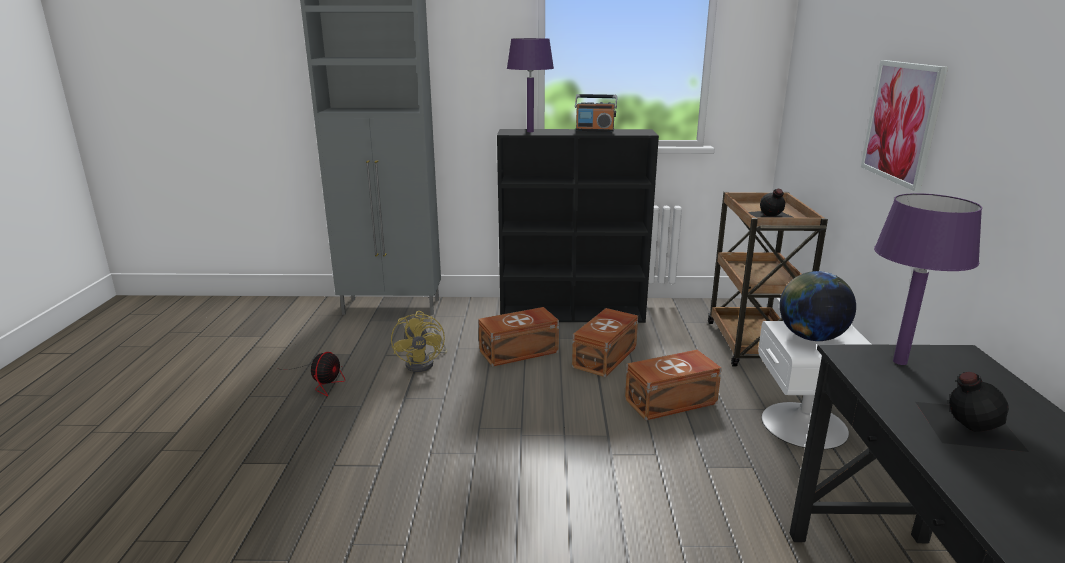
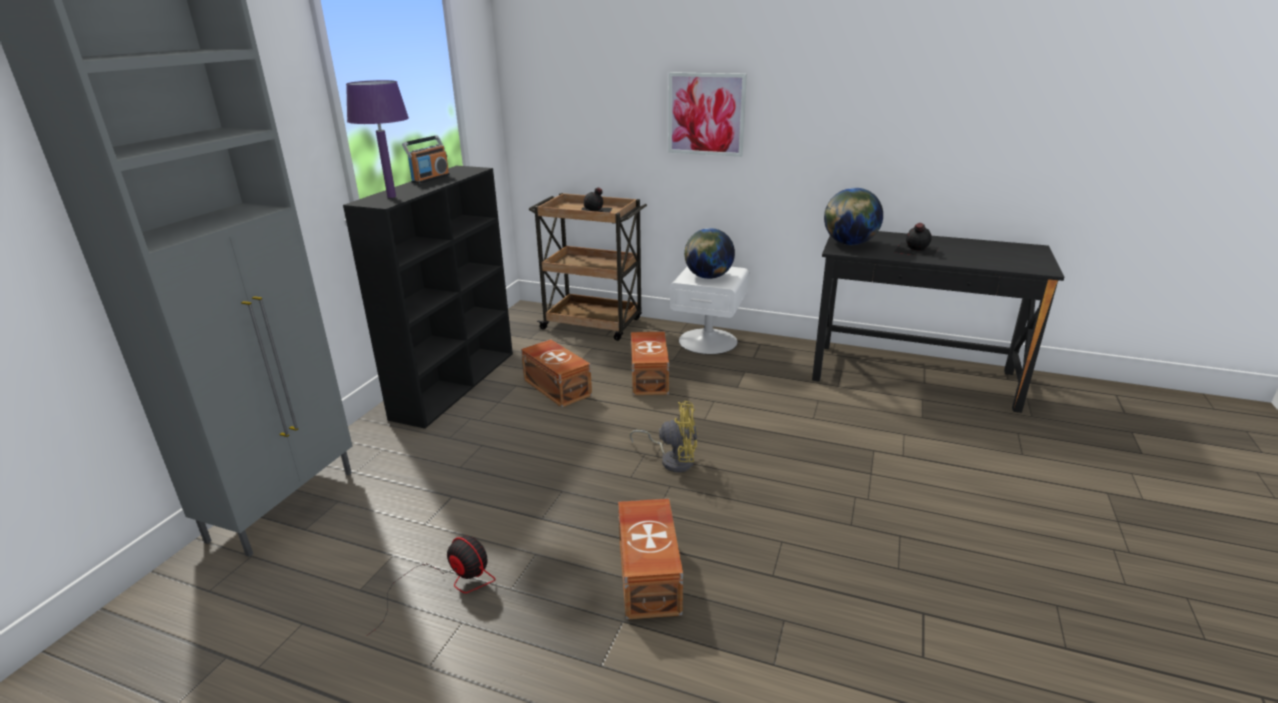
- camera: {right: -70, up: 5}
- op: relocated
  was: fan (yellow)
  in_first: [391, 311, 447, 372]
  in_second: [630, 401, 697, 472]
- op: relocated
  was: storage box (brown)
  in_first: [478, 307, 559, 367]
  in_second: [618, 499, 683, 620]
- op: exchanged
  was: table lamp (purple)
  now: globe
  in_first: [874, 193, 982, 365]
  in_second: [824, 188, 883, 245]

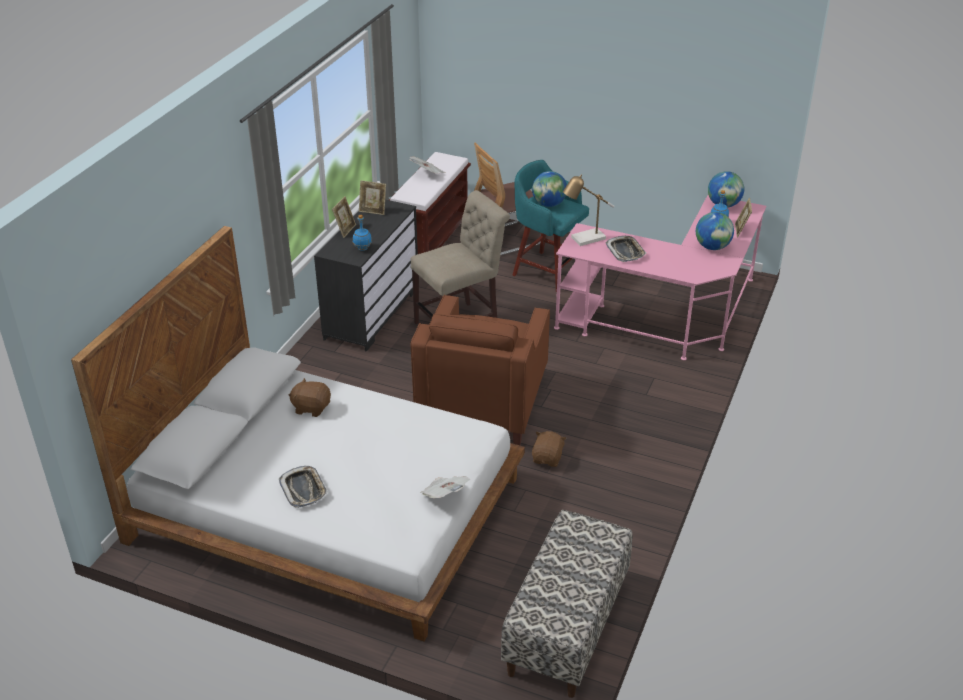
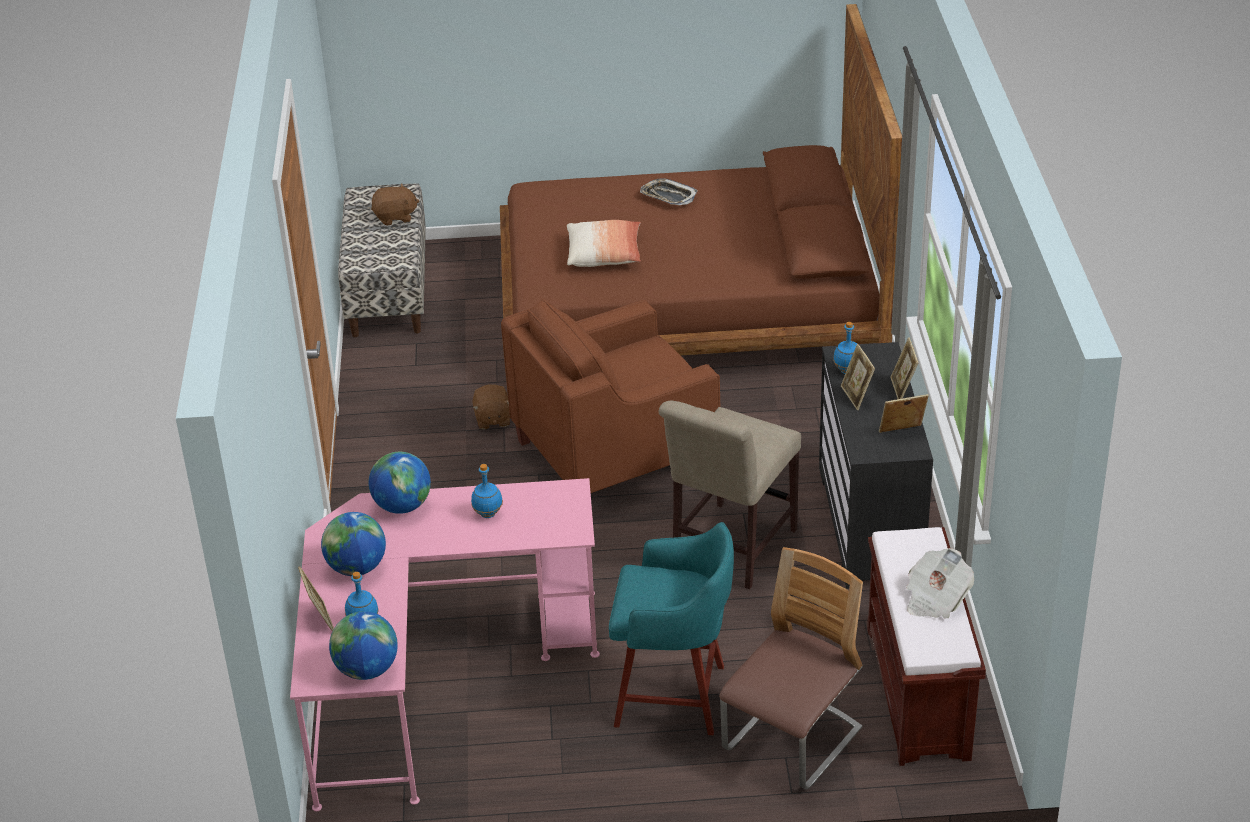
- camera: {right: 155, up: 0}
- op: colour
  was: bed (white)
  now: bed (brown)
  in_first: [71, 226, 525, 642]
  in_second: [500, 4, 902, 355]
- op: relocated
  was: plush toy (brown)
  in_first: [289, 378, 331, 417]
  in_second: [371, 183, 419, 226]
- op: spun
  was: armchair (brown)
  in_first: [410, 295, 550, 445]
  in_second: [501, 299, 720, 493]
  clockwise: -105
- op: missing
  was: newspaper
  in_first: [420, 476, 470, 498]
- op: relocated
  was: globe
  in_first: [532, 171, 567, 207]
  in_second: [369, 452, 431, 514]
- op: missing
  was: table lamp
  in_first: [563, 175, 615, 246]
- op: exchanged
  was: tray
  now: bottle (blue)
  in_first: [605, 236, 646, 262]
  in_second: [471, 464, 503, 518]
- op: appeared
  now: pillow
  in_second: [567, 220, 641, 267]
- op: appeared
  now: picture frame
  in_second: [841, 344, 875, 410]

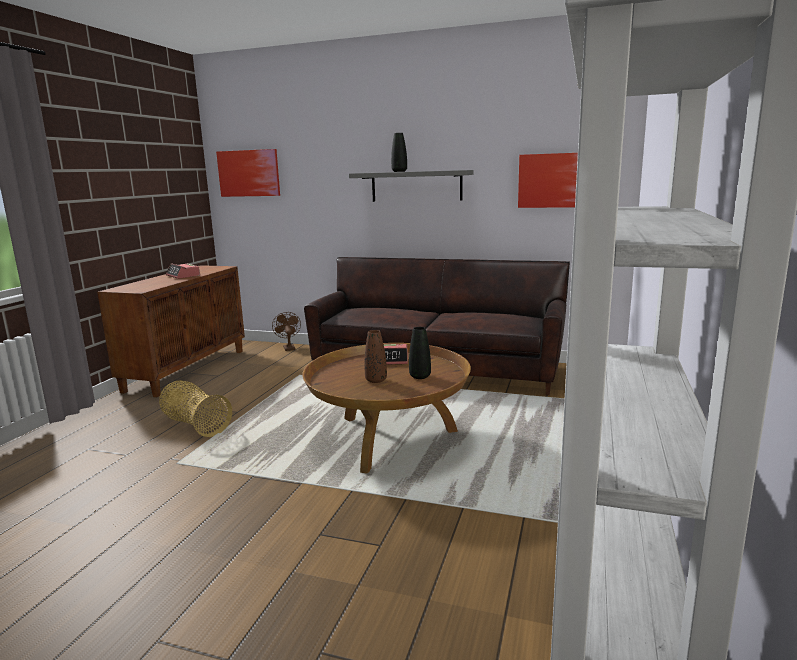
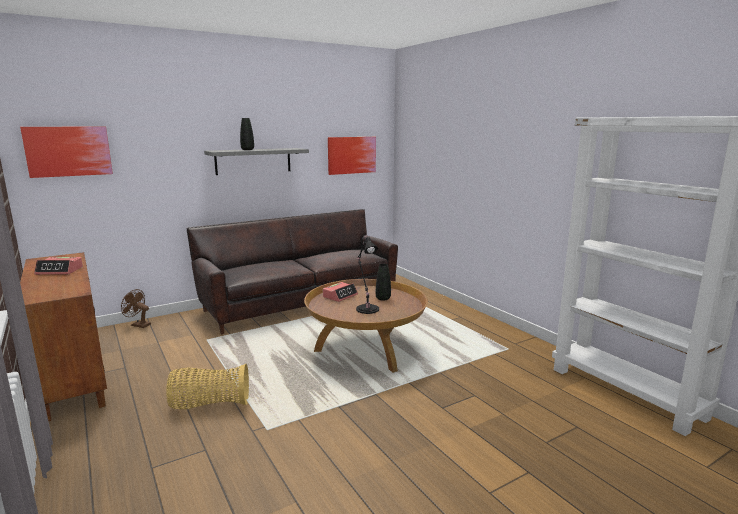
- camera: {right: -50, up: 0}
- op: exchanged
  was: vase (brown)
  now: table lamp (black)
  in_first: [364, 330, 387, 383]
  in_second: [356, 235, 379, 314]

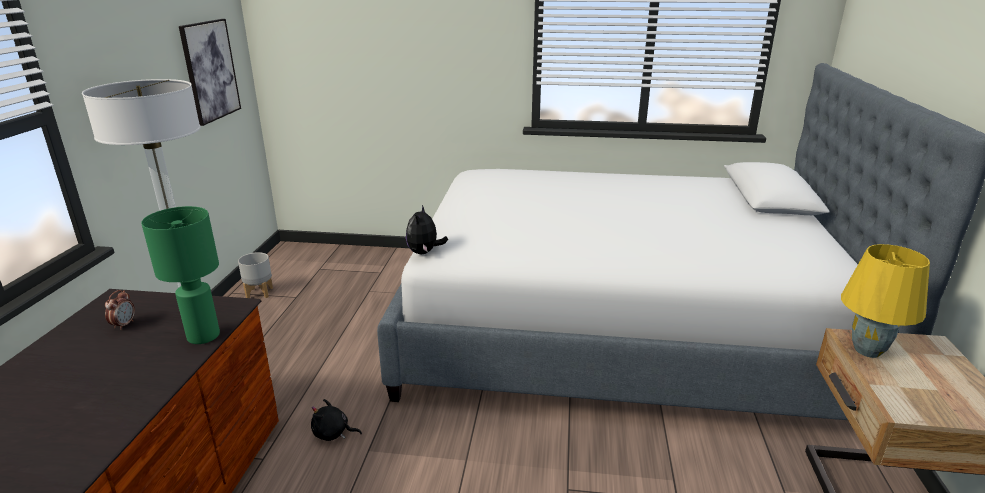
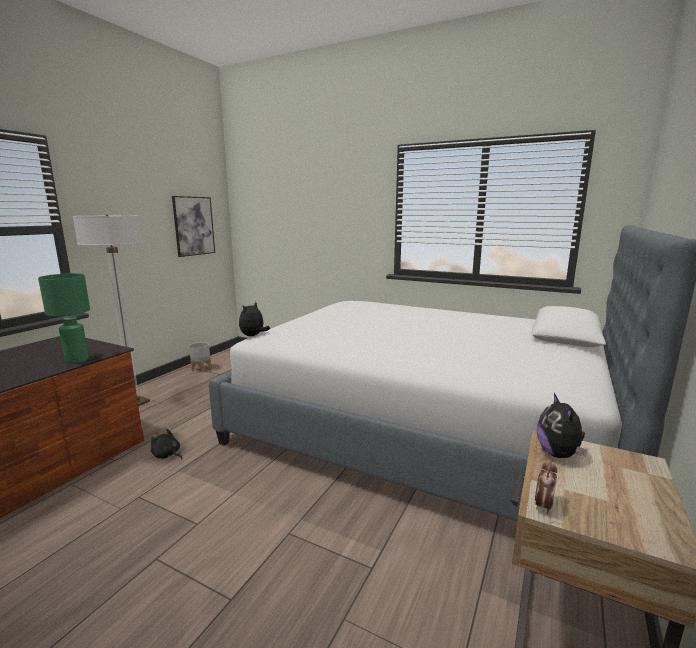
- camera: {right: 20, up: -10}
- op: relocated
  was: alarm clock
  in_first: [105, 290, 135, 330]
  in_second: [535, 460, 557, 514]
- op: exchanged
  was: table lamp (yellow)
  now: plush toy
  in_first: [841, 244, 930, 358]
  in_second: [537, 393, 588, 458]

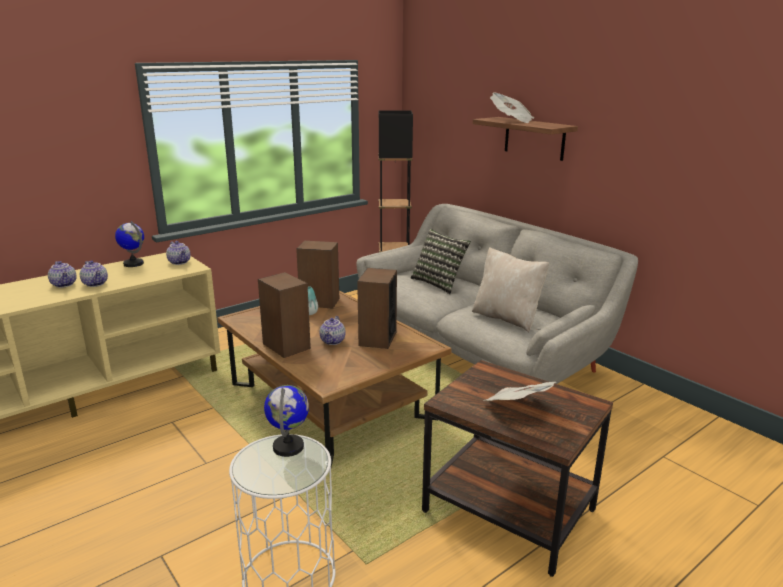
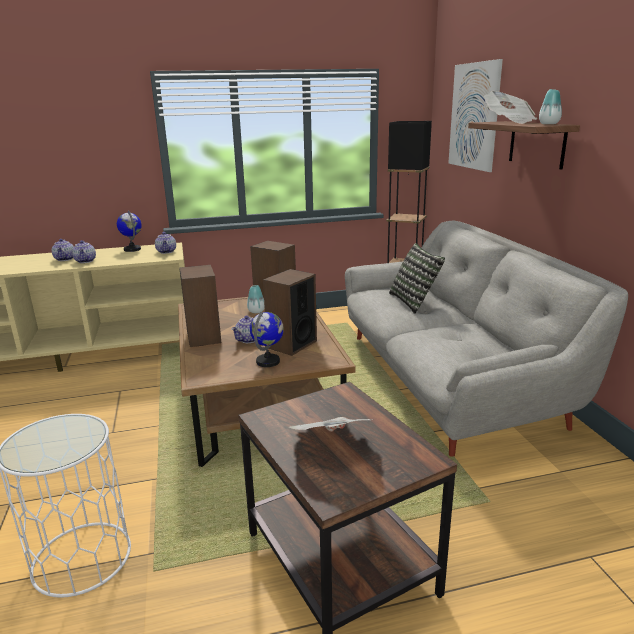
- camera: {right: 25, up: 0}
- op: relocated
  was: globe
  in_first: [264, 385, 309, 457]
  in_second: [250, 312, 284, 367]
- op: missing
  was: pillow (beige)
  in_first: [472, 247, 549, 332]
- op: appeared
  now: picture
  in_second: [448, 59, 503, 172]
- op: appeared
  now: vase
  in_second: [539, 89, 562, 124]

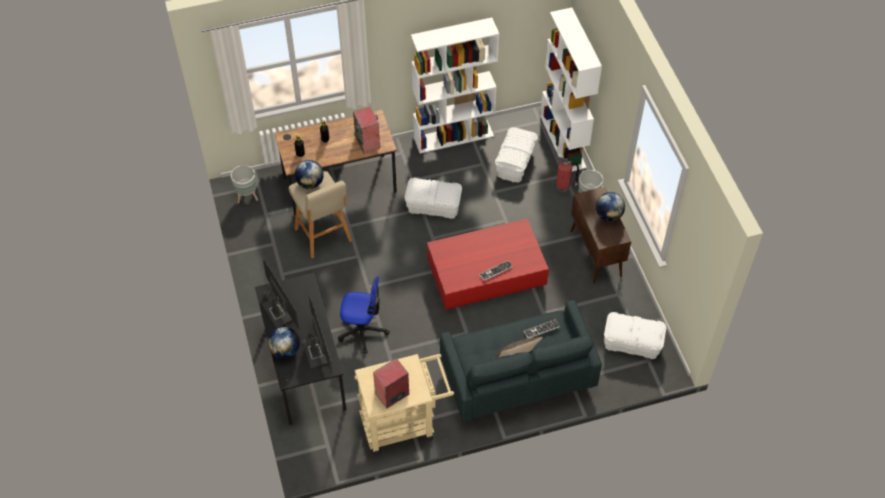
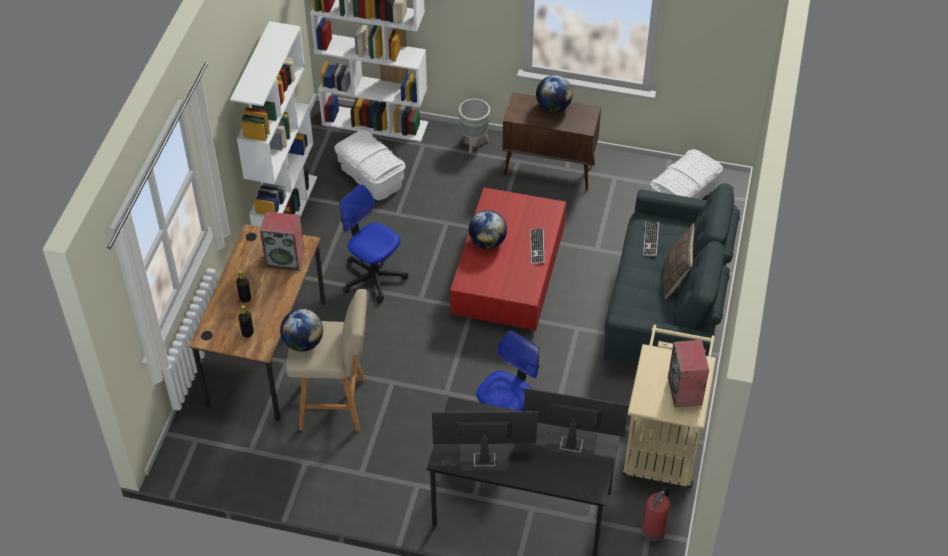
- camera: {right: -60, up: -5}
- op: missing
  was: planter (grey)
  in_first: [231, 165, 258, 203]
- op: relocated
  was: globe
  in_first: [268, 327, 300, 359]
  in_second: [469, 210, 507, 249]
- op: exchanged
  was: storage box (white)
  now: office chair
  in_first: [405, 178, 462, 219]
  in_second: [339, 184, 408, 303]
- op: relocated
  was: fire extinguisher
  in_first: [556, 157, 579, 193]
  in_second: [642, 487, 670, 541]

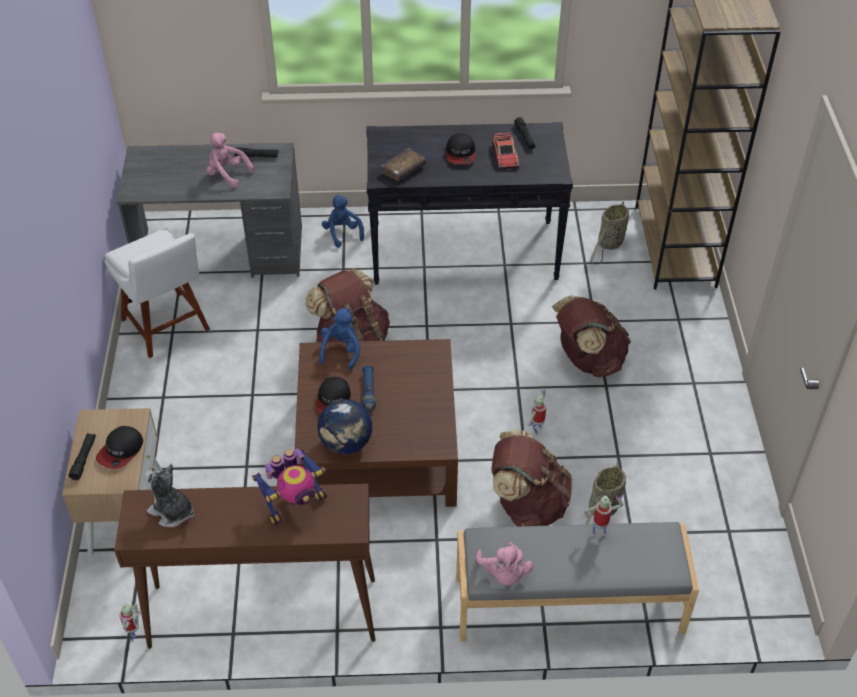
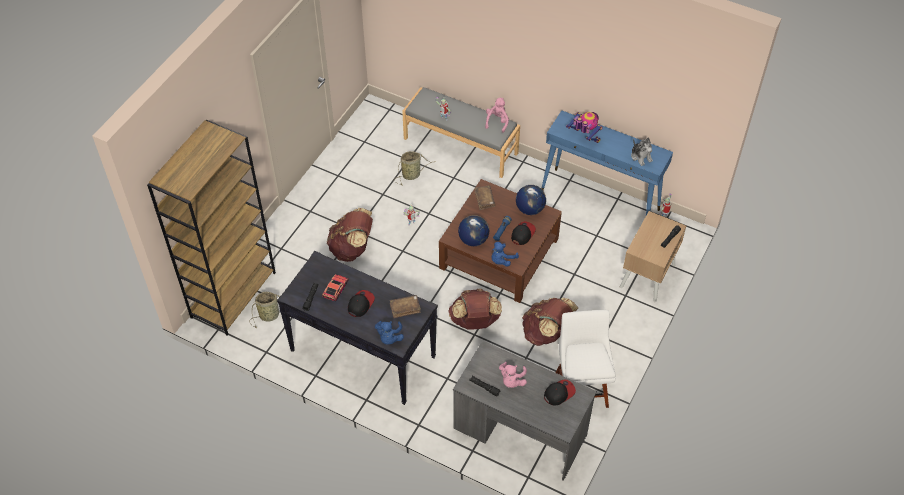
- camera: {right: -150, up: 5}
- op: relocated
  was: cap
  in_first: [96, 426, 143, 469]
  in_second: [544, 379, 576, 405]
- op: colour
  was: console table (brown)
  now: console table (blue)
  in_first: [114, 484, 375, 649]
  in_second: [541, 110, 673, 215]
- op: spun
  was: plush toy (pink)
  in_first: [206, 132, 254, 187]
  in_second: [499, 362, 527, 388]
  clockwise: 45
- op: spun
  was: toy robot
  in_first: [252, 448, 327, 525]
  in_second: [566, 112, 603, 143]
  clockwise: 45
- op: relocated
  was: plush toy (blue)
  in_first: [322, 195, 364, 248]
  in_second: [375, 321, 404, 344]
- op: relocated
  was: backpack (brown)
  in_first: [491, 430, 572, 526]
  in_second: [522, 298, 578, 346]
- op: appeared
  now: globe
  in_second: [458, 215, 489, 246]
- op: appeared
  now: book (brown)
  in_second: [475, 185, 495, 210]

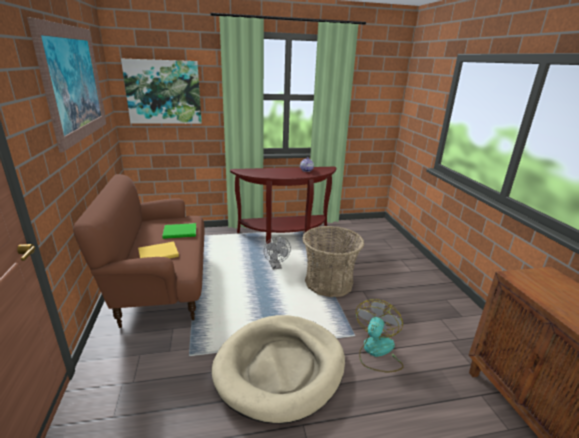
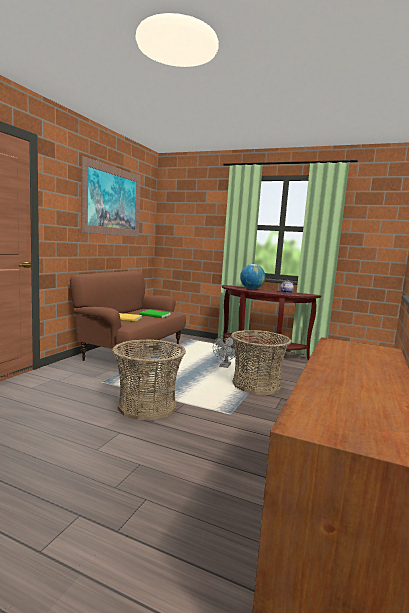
- camera: {right: 35, up: -15}
- op: missing
  was: picture
  in_first: [121, 59, 202, 124]
- op: exchanged
  was: dog bed (beige)
  now: basket
  in_first: [211, 315, 345, 424]
  in_second: [112, 339, 186, 420]
- op: missing
  was: fan
  in_first: [356, 299, 404, 372]
- op: appeared
  now: globe
  in_second: [240, 264, 265, 289]

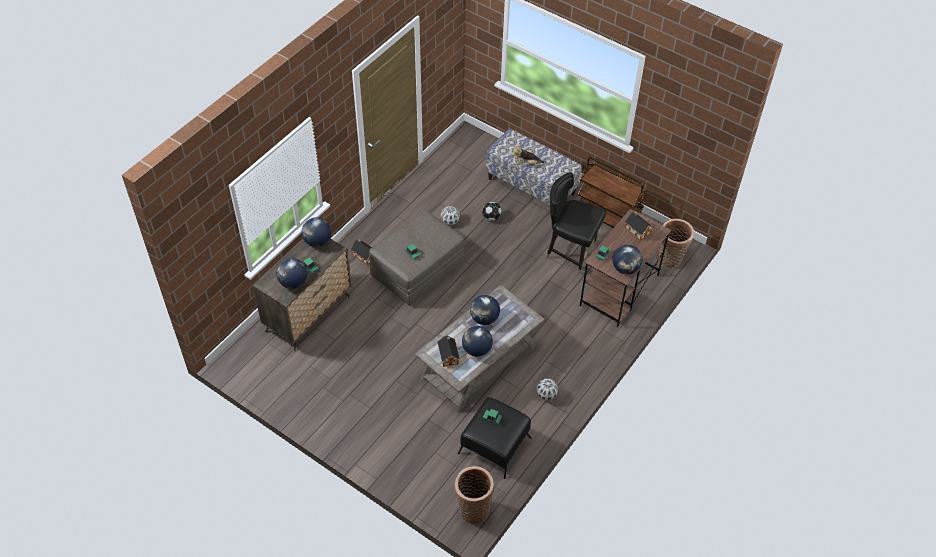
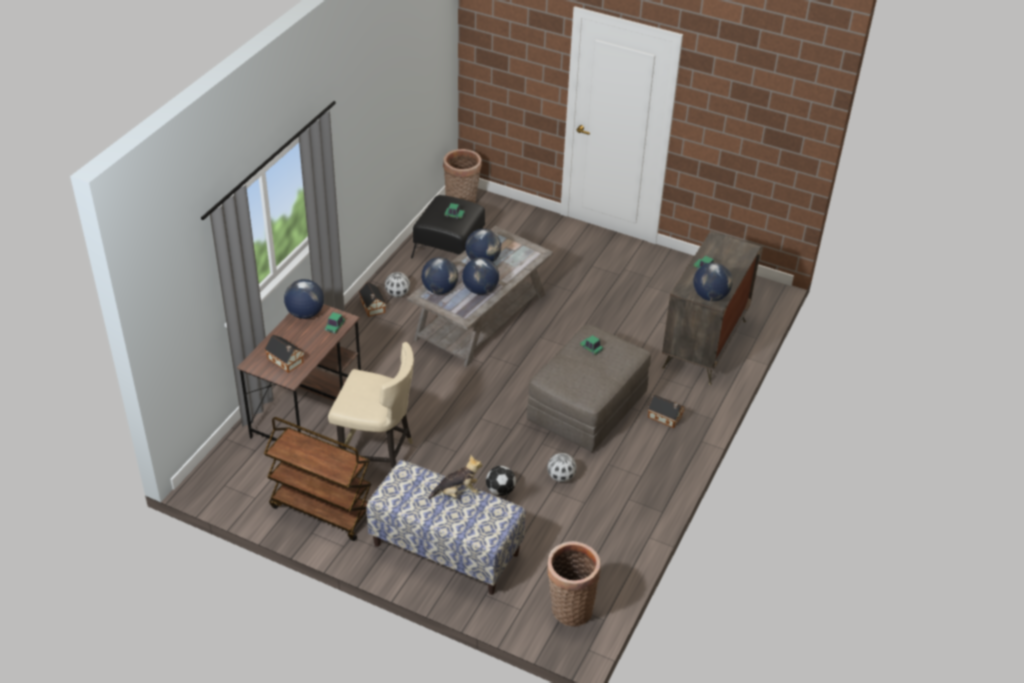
- camera: {right: 170, up: -10}
- op: relocated
  was: globe
  in_first: [277, 258, 307, 289]
  in_second: [421, 257, 458, 294]
- op: relocated
  was: toy house
  in_first: [437, 335, 460, 367]
  in_second: [359, 282, 386, 317]
- op: colour
  was: chair (black)
  now: chair (beige)
  in_first: [546, 172, 607, 274]
  in_second: [328, 342, 414, 469]
- op: relocated
  was: basket
  in_first: [657, 219, 694, 269]
  in_second: [547, 541, 601, 626]

